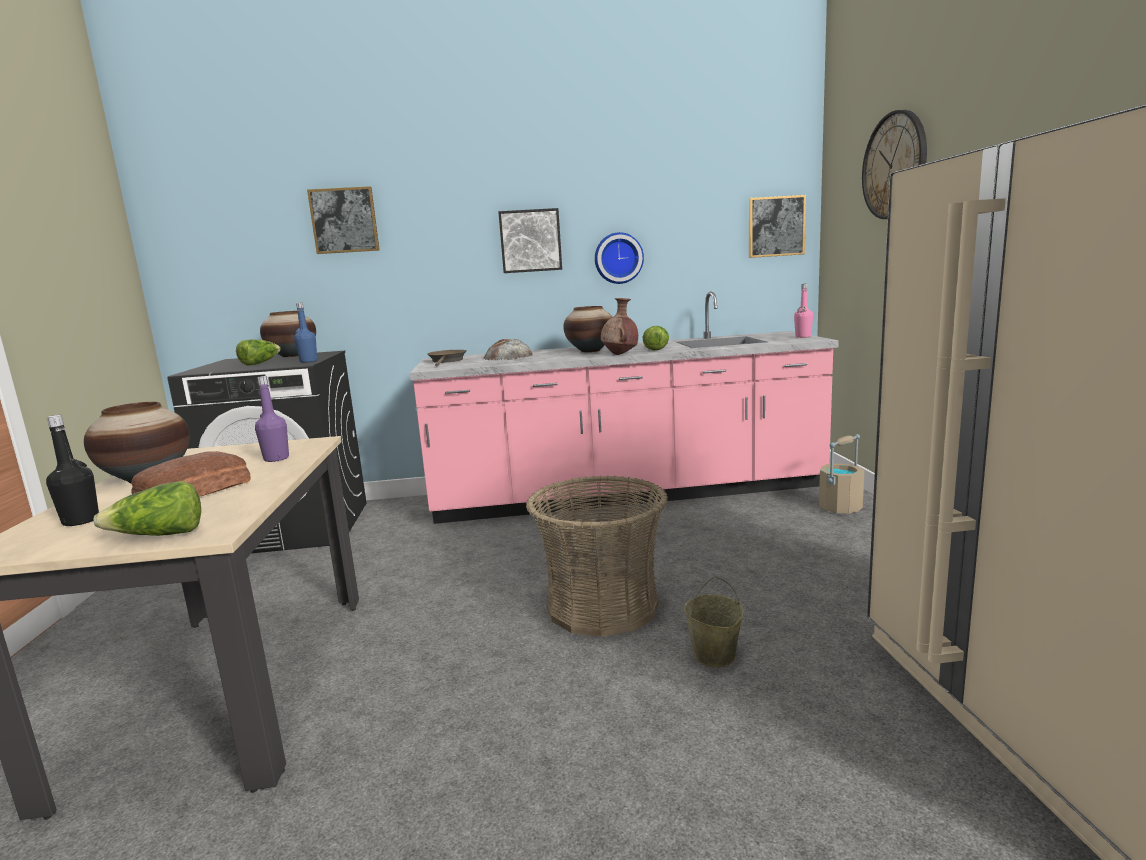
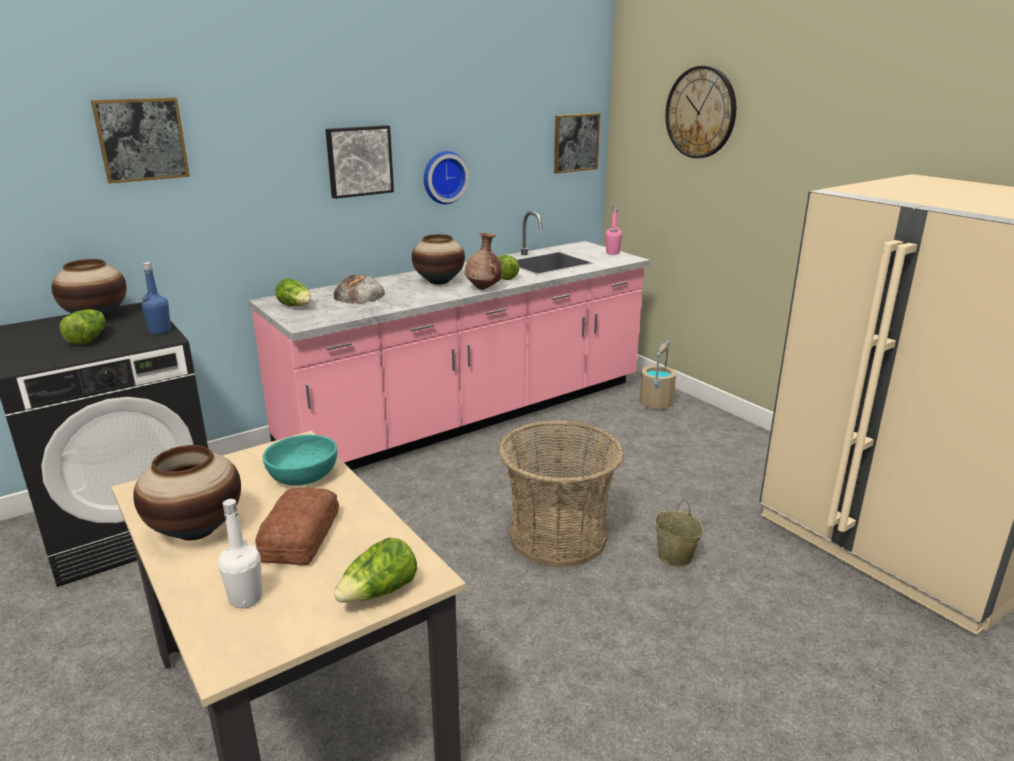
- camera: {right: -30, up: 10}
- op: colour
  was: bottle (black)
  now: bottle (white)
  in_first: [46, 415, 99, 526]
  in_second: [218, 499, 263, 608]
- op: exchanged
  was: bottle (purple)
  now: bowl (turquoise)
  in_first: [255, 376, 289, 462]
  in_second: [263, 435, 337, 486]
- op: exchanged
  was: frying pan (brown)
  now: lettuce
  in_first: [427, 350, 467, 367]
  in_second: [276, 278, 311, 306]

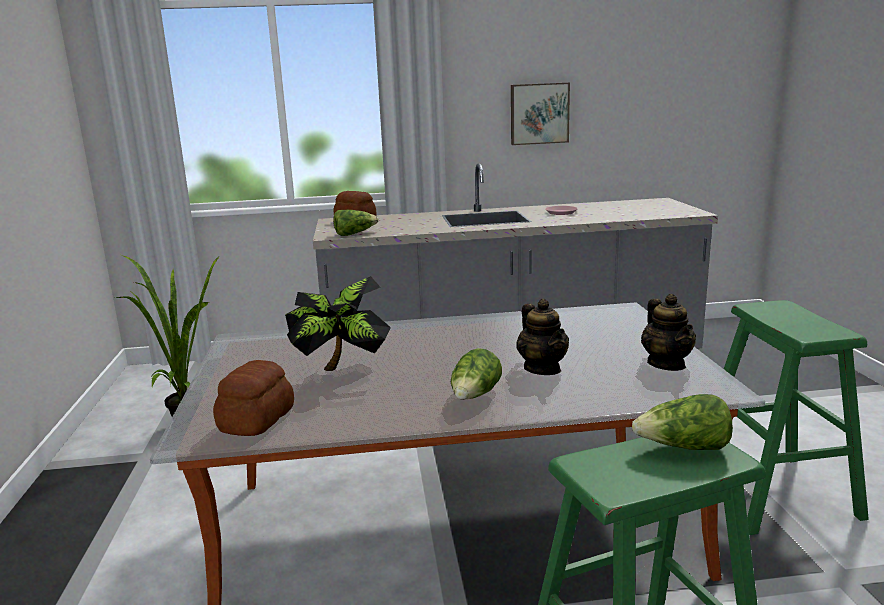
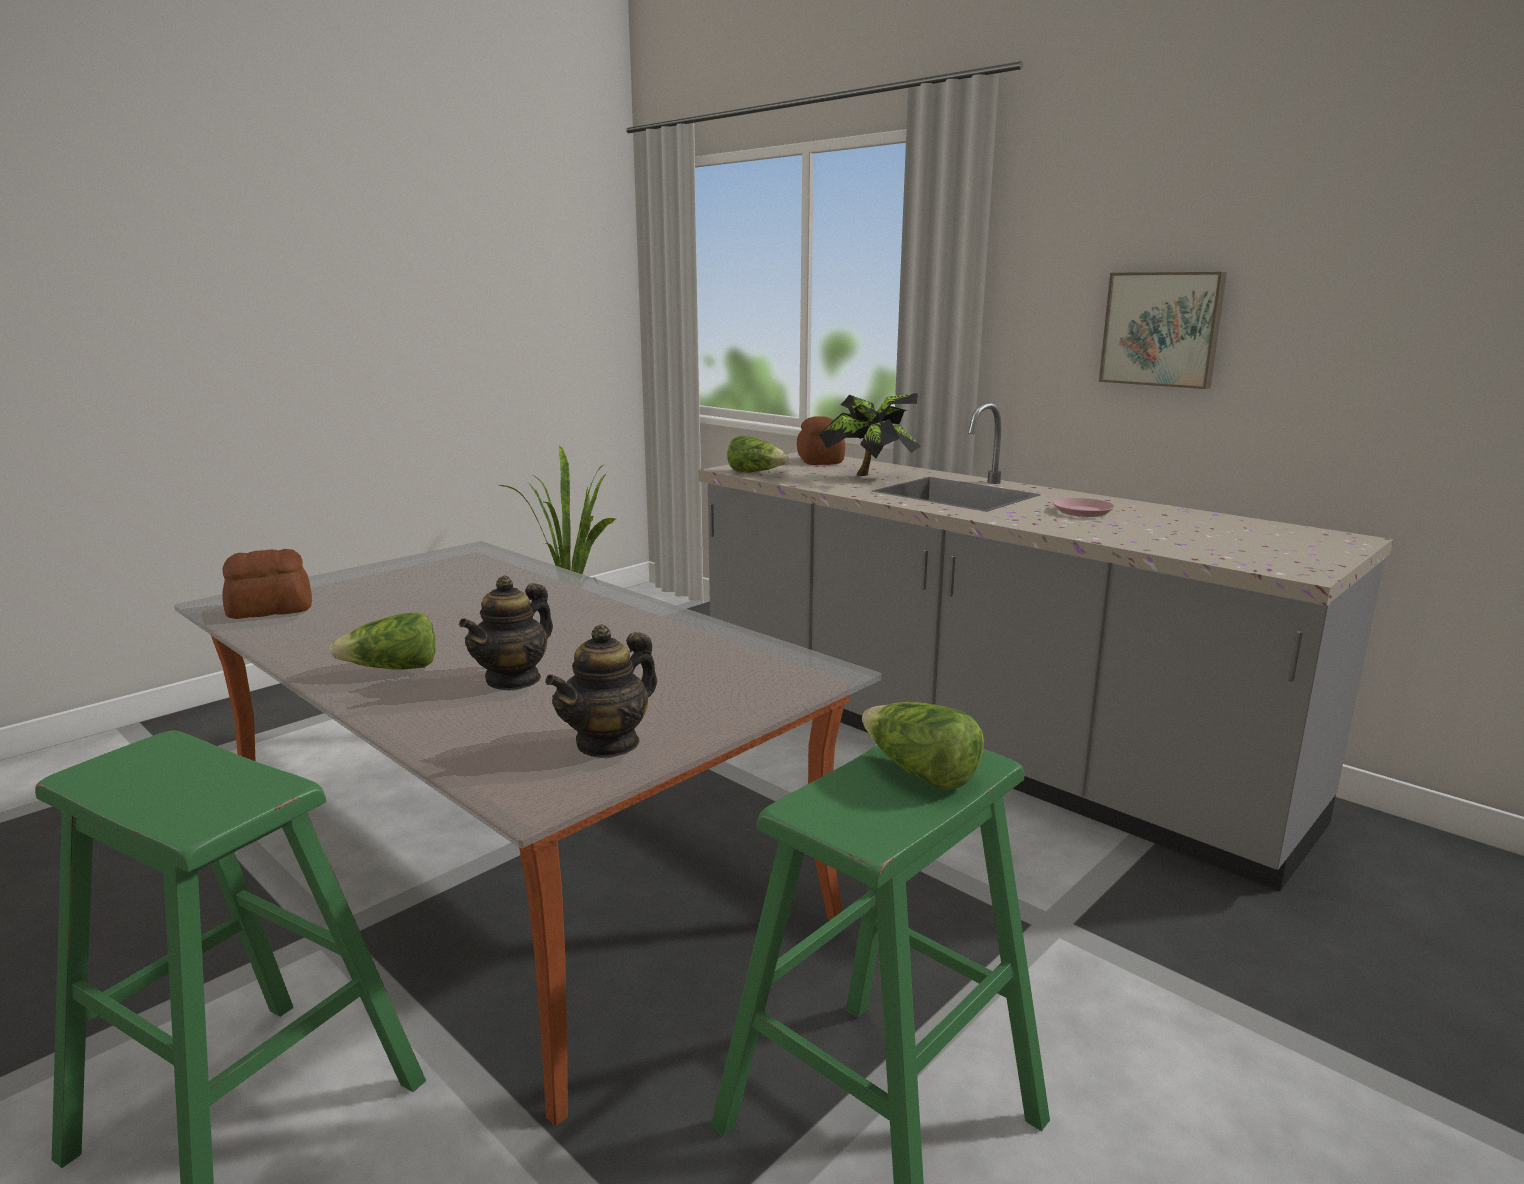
- camera: {right: 50, up: 0}
- op: relocated
  was: potted plant
  in_first: [285, 276, 391, 371]
  in_second: [818, 393, 921, 476]
- op: relocated
  was: lettuce
  in_first: [632, 394, 733, 450]
  in_second: [862, 702, 984, 790]

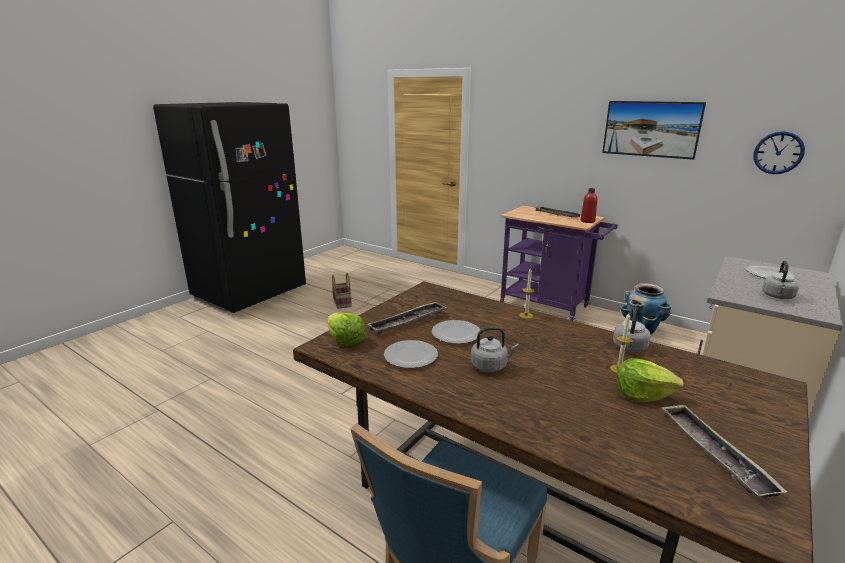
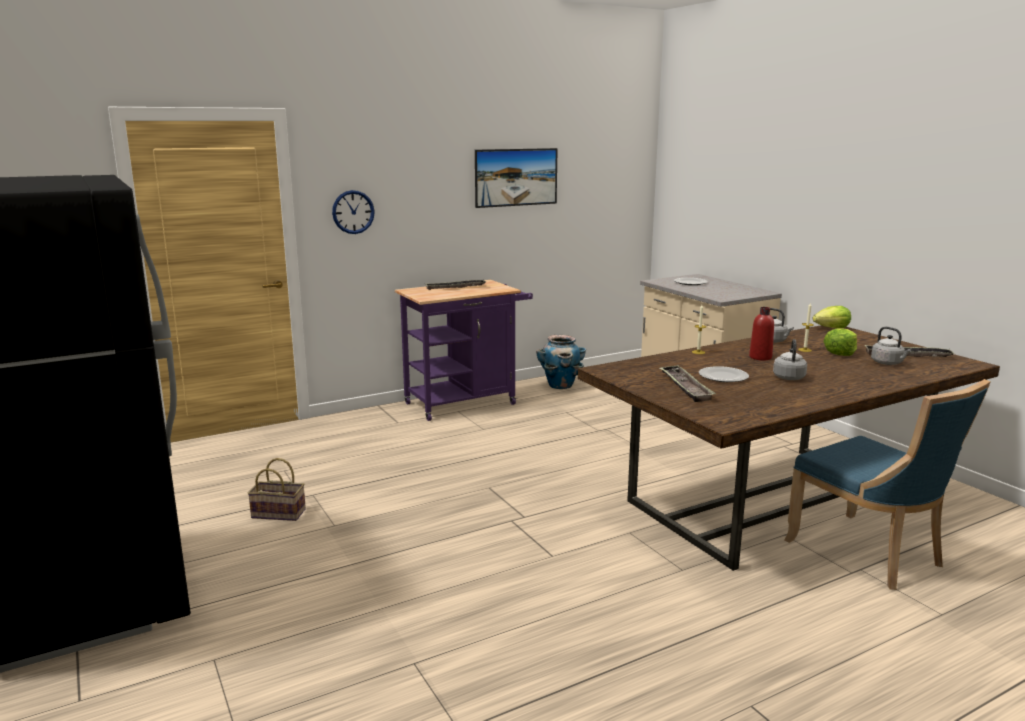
- camera: {right: -65, up: -5}
- op: relocated
  was: lettuce
  in_first: [328, 313, 366, 346]
  in_second: [813, 306, 851, 328]
- op: missing
  was: plate
  in_first: [384, 340, 438, 368]
- op: relocated
  was: bottle (red)
  in_first: [581, 188, 597, 223]
  in_second: [749, 307, 774, 361]
- op: relocated
  was: wall clock
  in_first: [753, 131, 805, 174]
  in_second: [332, 190, 375, 234]
- op: relocated
  was: kettle (grey)
  in_first: [762, 261, 799, 299]
  in_second: [871, 327, 912, 365]

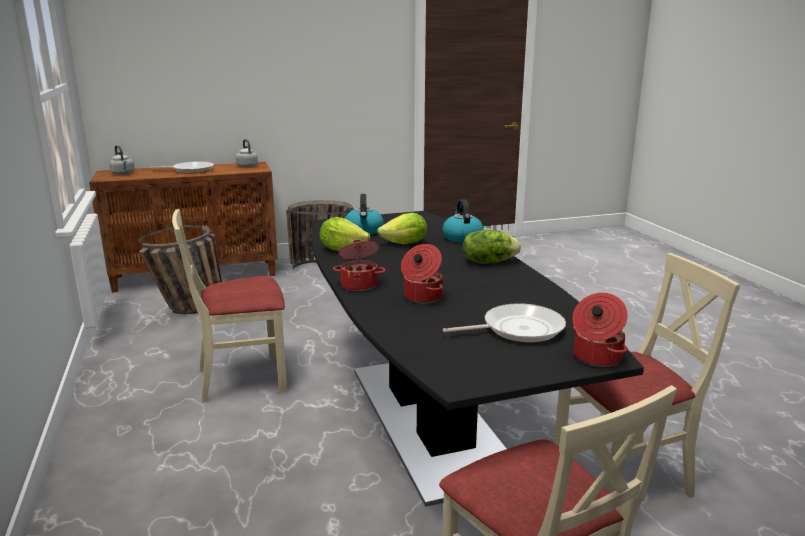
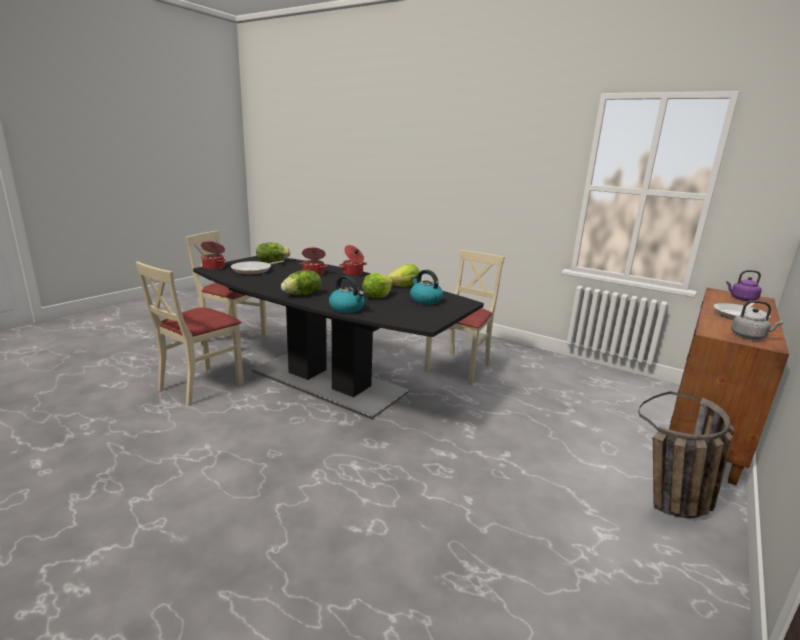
- camera: {right: 140, up: 0}
- op: colour
  was: kettle (grey)
  now: kettle (purple)
  in_first: [109, 145, 135, 175]
  in_second: [726, 270, 762, 301]
- op: missing
  was: basket
  in_first: [138, 225, 222, 314]
- op: appeared
  now: lettuce
  in_second: [256, 242, 291, 262]

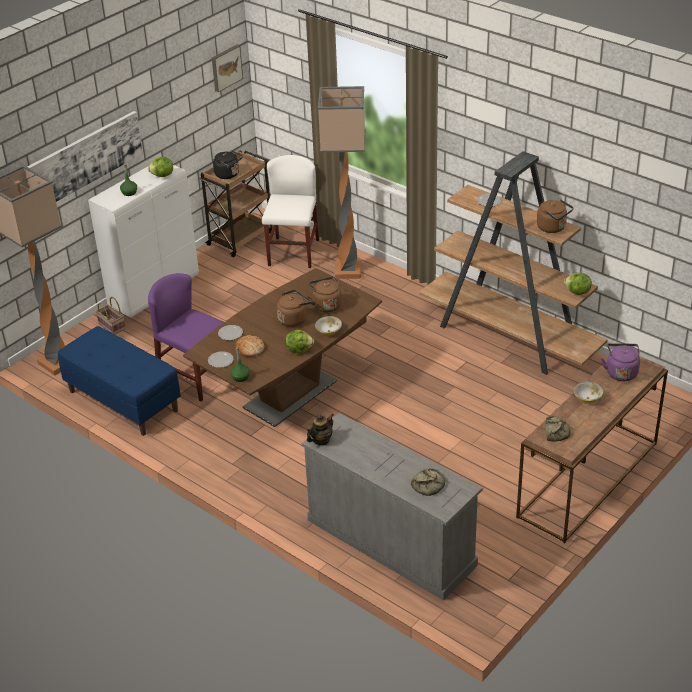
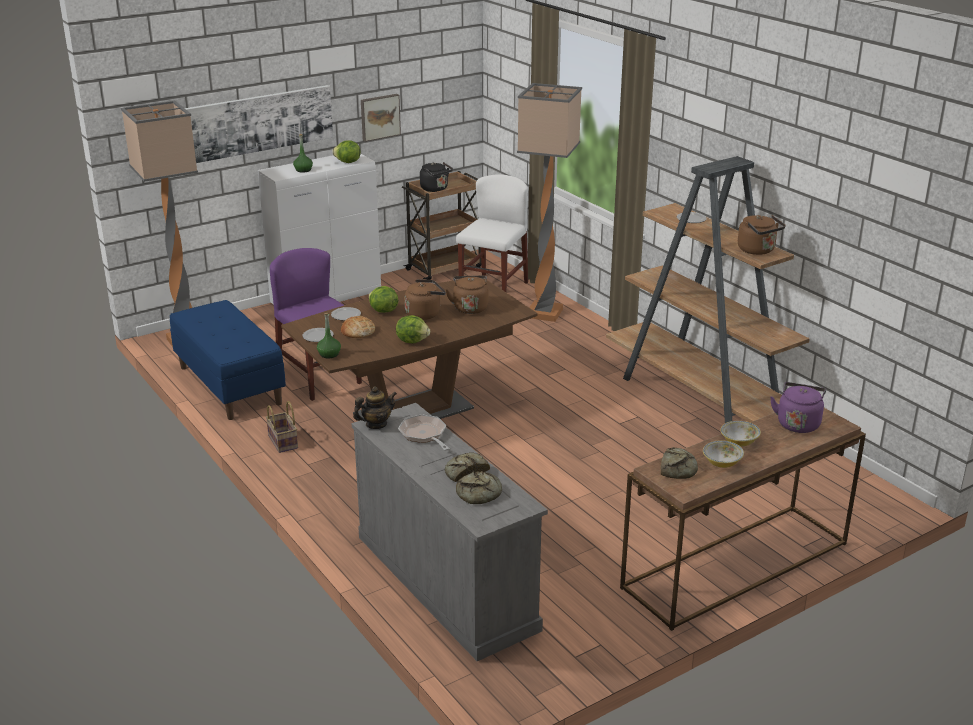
- camera: {right: 15, up: -10}
- op: relocated
  was: basket
  in_first: [96, 297, 126, 334]
  in_second: [266, 401, 298, 453]
- op: relocated
  was: picture
  in_first: [212, 45, 243, 92]
  in_second: [361, 94, 401, 142]
- op: relocated
  was: bowl
  in_first: [315, 316, 342, 335]
  in_second: [703, 440, 744, 468]
- op: relocated
  was: lettuce
  in_first: [564, 272, 592, 295]
  in_second: [369, 286, 398, 313]
- op: appeared
  now: frying pan
  in_second: [398, 414, 450, 451]
- op: appeared
  now: bread
  in_second: [445, 452, 490, 482]

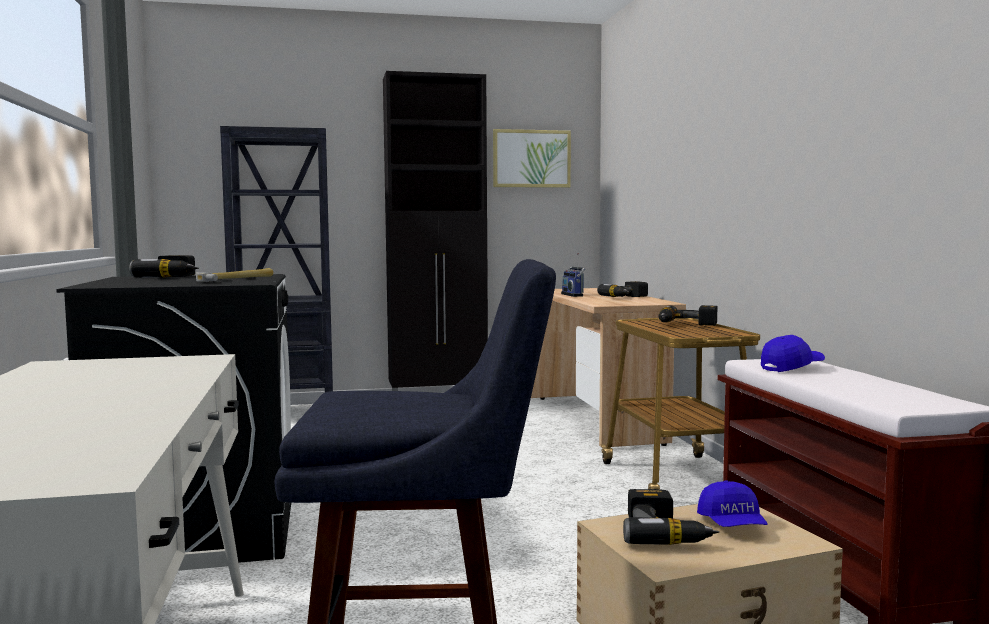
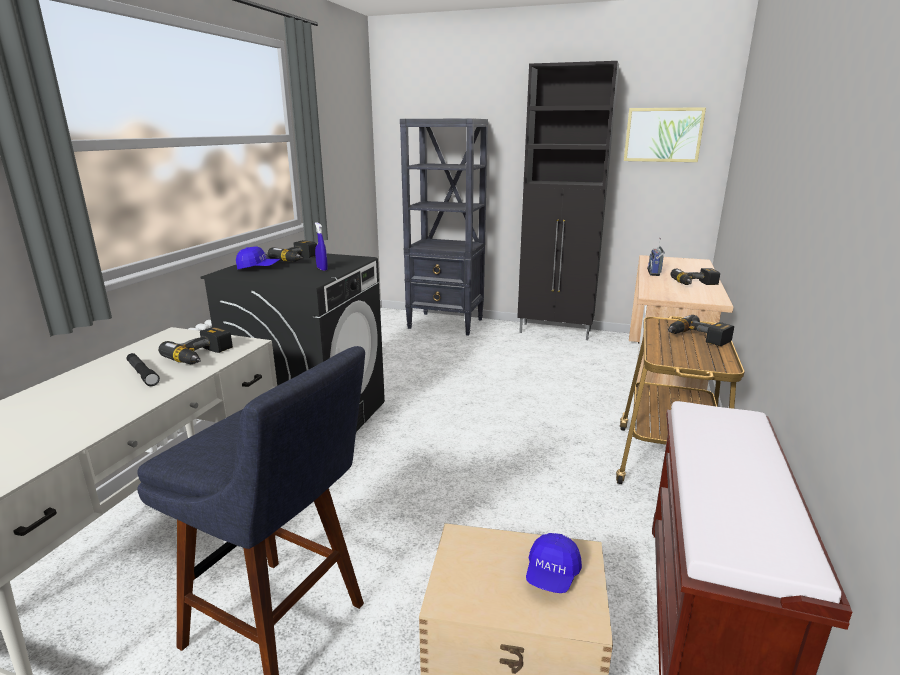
- camera: {right: 30, up: 15}
- op: exchanged
  was: hammer
  now: spray bottle (blue)
  in_first: [196, 268, 274, 282]
  in_second: [315, 222, 328, 271]
- op: relocated
  was: power drill
  in_first: [623, 489, 719, 545]
  in_second: [158, 326, 233, 364]
- op: relocated
  was: cap (blue)
  in_first: [761, 335, 825, 372]
  in_second: [236, 246, 280, 270]
- op: appeared
  now: flashlight (black)
  in_second: [127, 353, 160, 386]

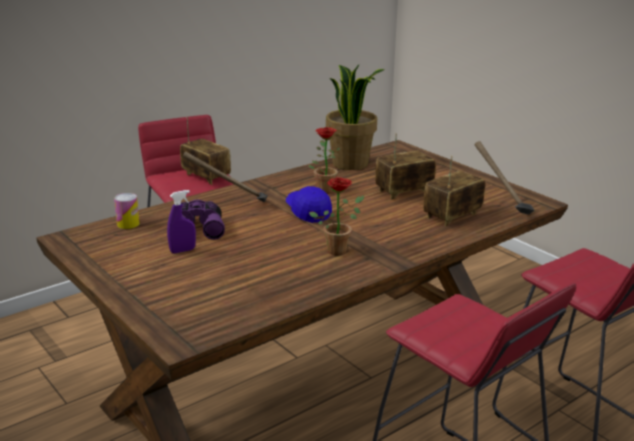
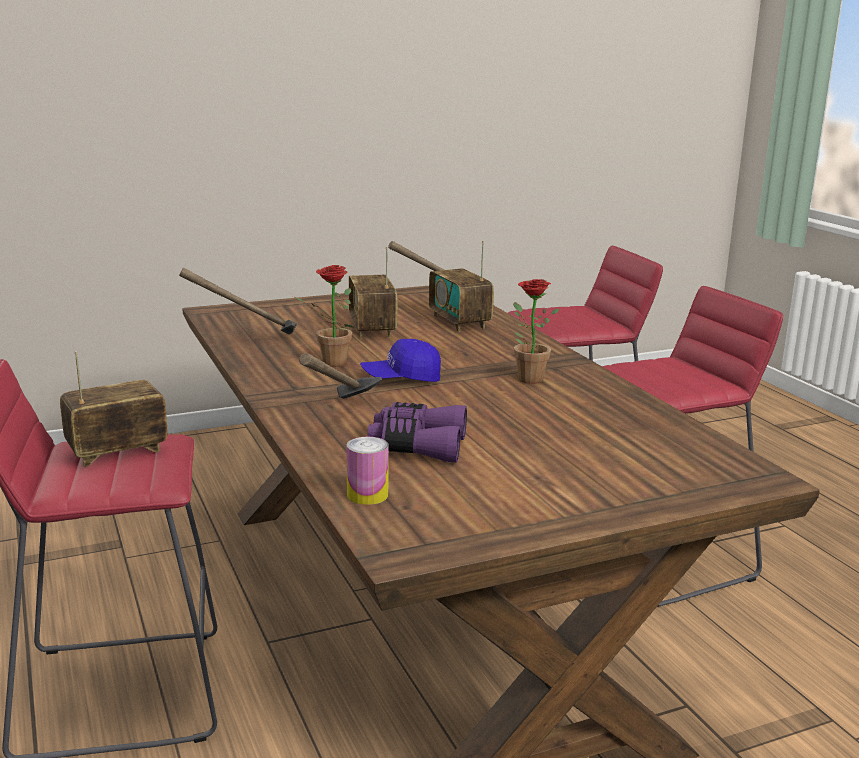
- camera: {right: -75, up: -5}
- op: missing
  was: spray bottle (purple)
  in_first: [167, 190, 196, 253]
- op: exchanged
  was: potted plant
  now: hammer
  in_first: [326, 65, 385, 170]
  in_second: [179, 268, 297, 335]

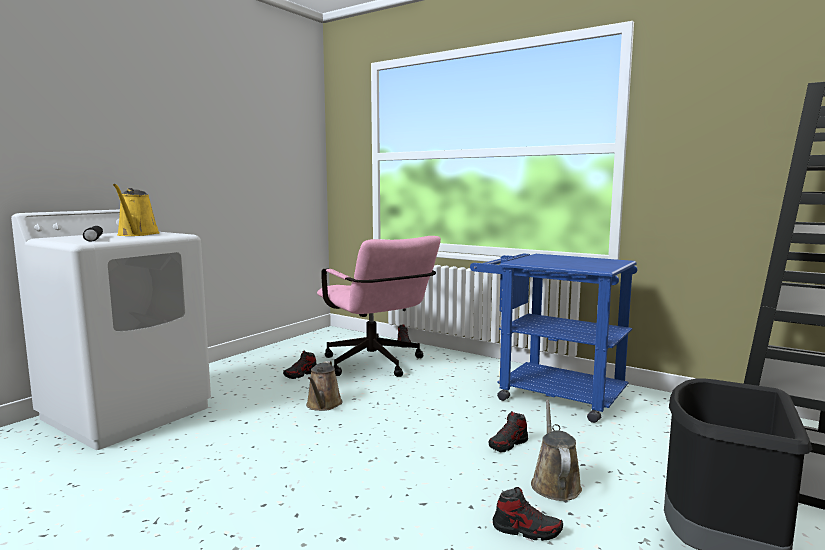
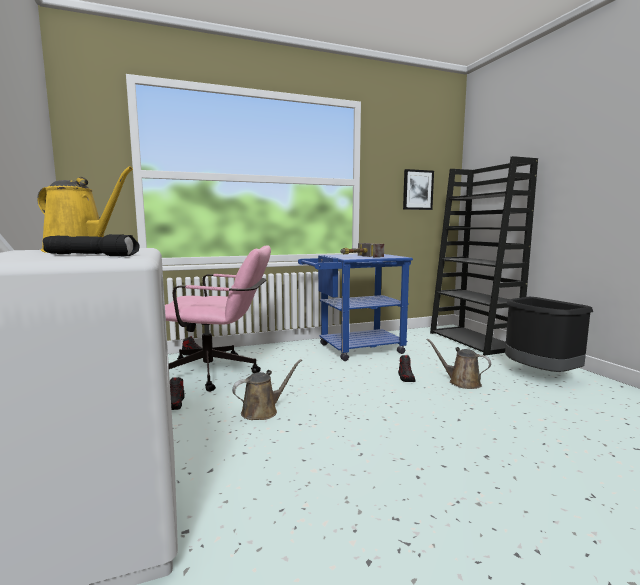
- camera: {right: -55, up: 0}
- op: spun
  was: watering can (brown)
  in_first: [306, 361, 343, 411]
  in_second: [232, 359, 302, 420]
  clockwise: -75
- op: missing
  was: shoe
  in_first: [493, 487, 563, 541]
- op: appeared
  now: hammer
  in_second: [340, 243, 384, 257]
- op: appeared
  now: picture
  in_second: [403, 169, 434, 210]

